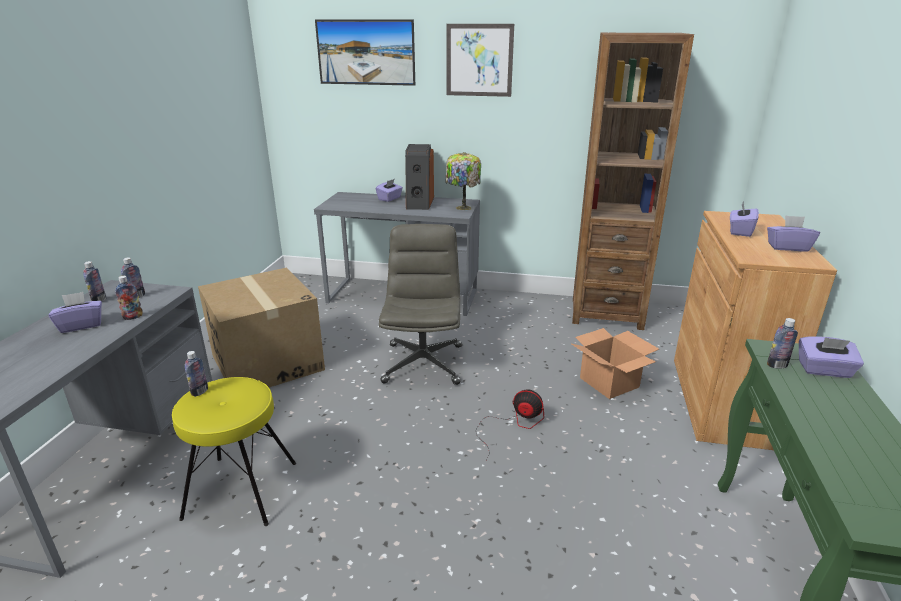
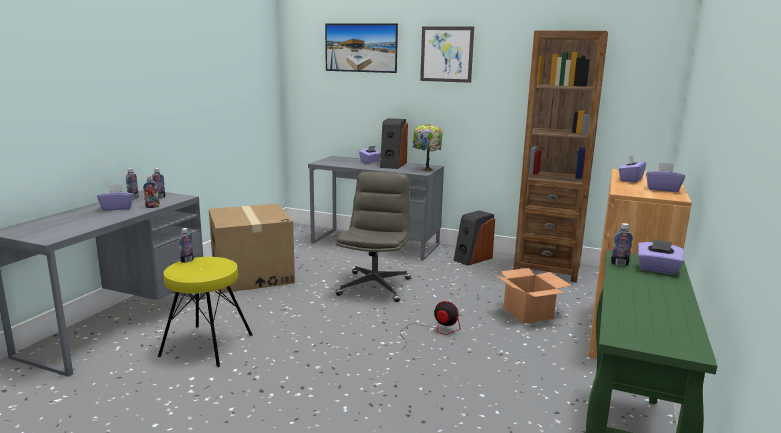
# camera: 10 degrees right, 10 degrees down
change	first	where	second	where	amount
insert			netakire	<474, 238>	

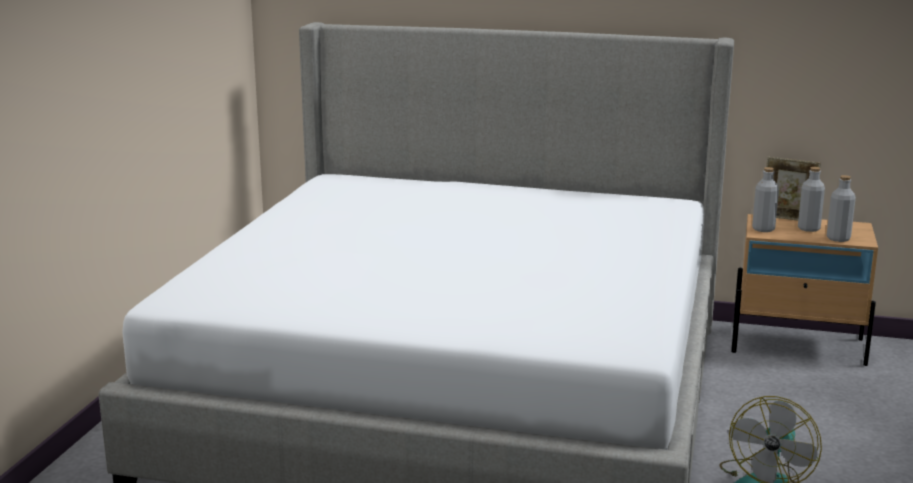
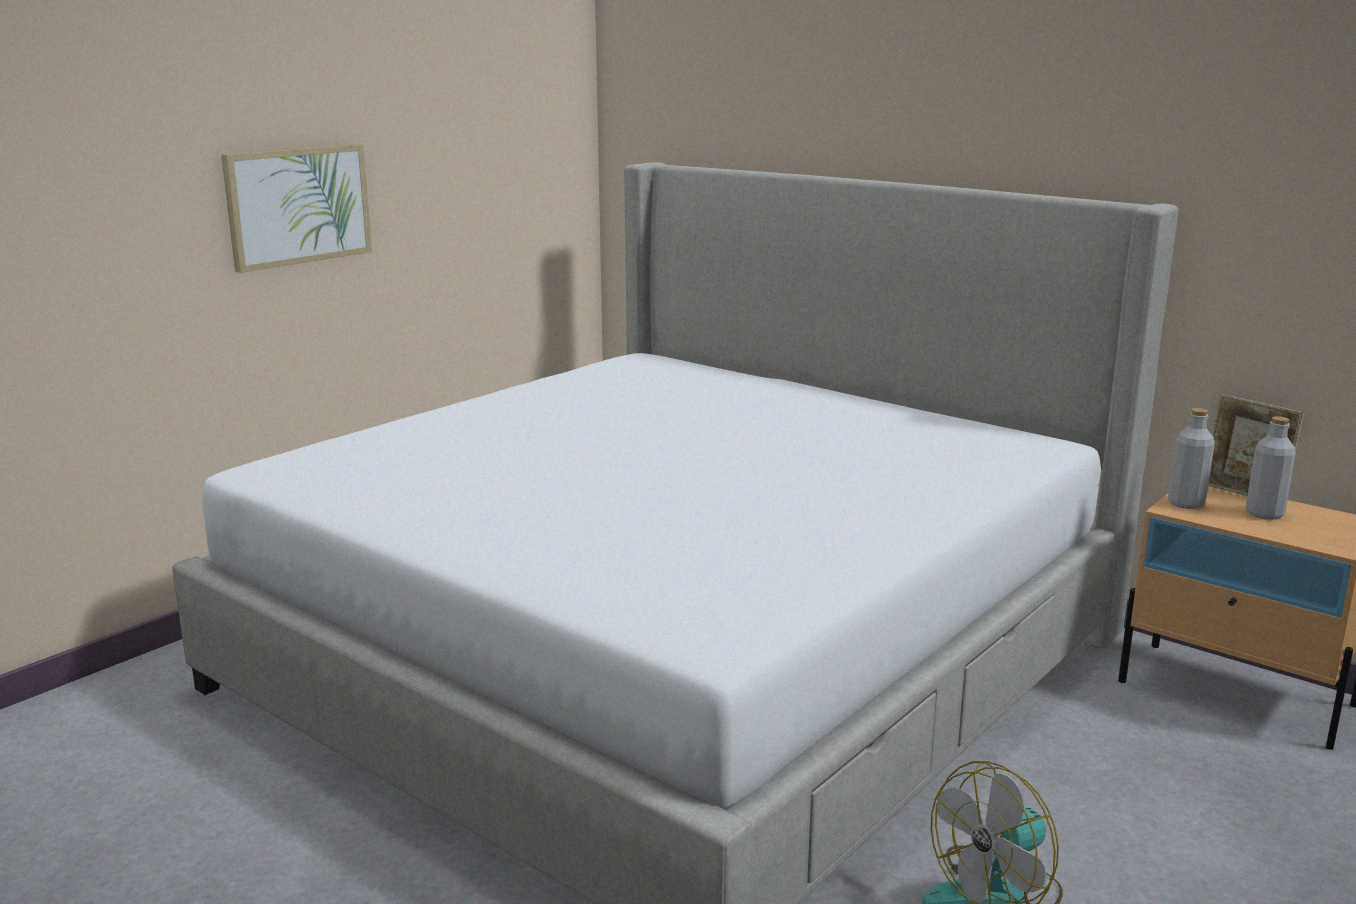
# camera: 25 degrees right, 0 degrees up
change	first	where	second	where	amount
delete	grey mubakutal	<841, 208>			
insert			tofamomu	<296, 208>	

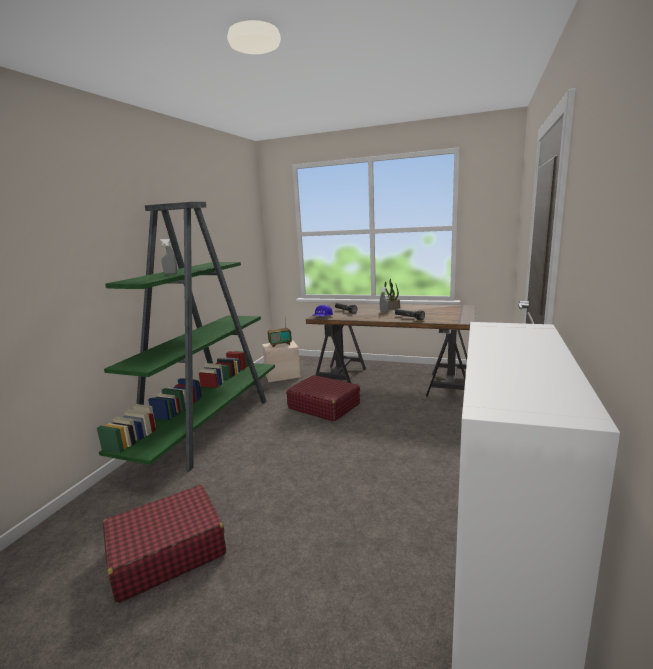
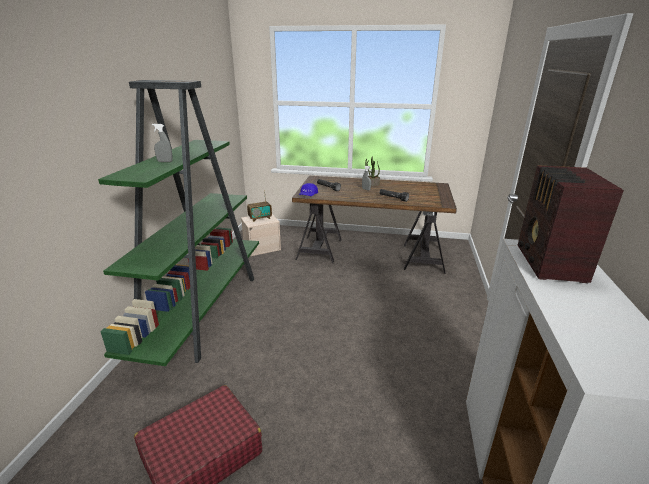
# camera: 10 degrees left, 10 degrees up
change	first	where	second	where	amount
delete	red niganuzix	<323, 398>			
insert			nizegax	<571, 224>	

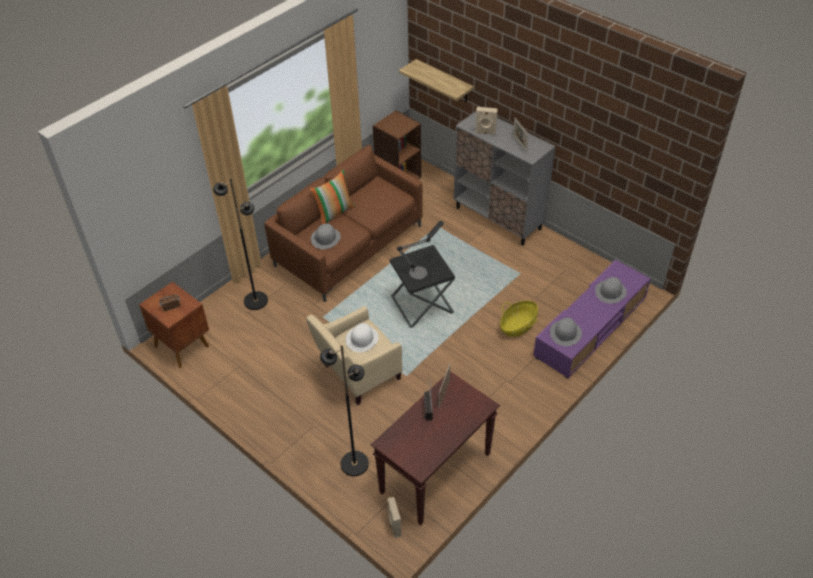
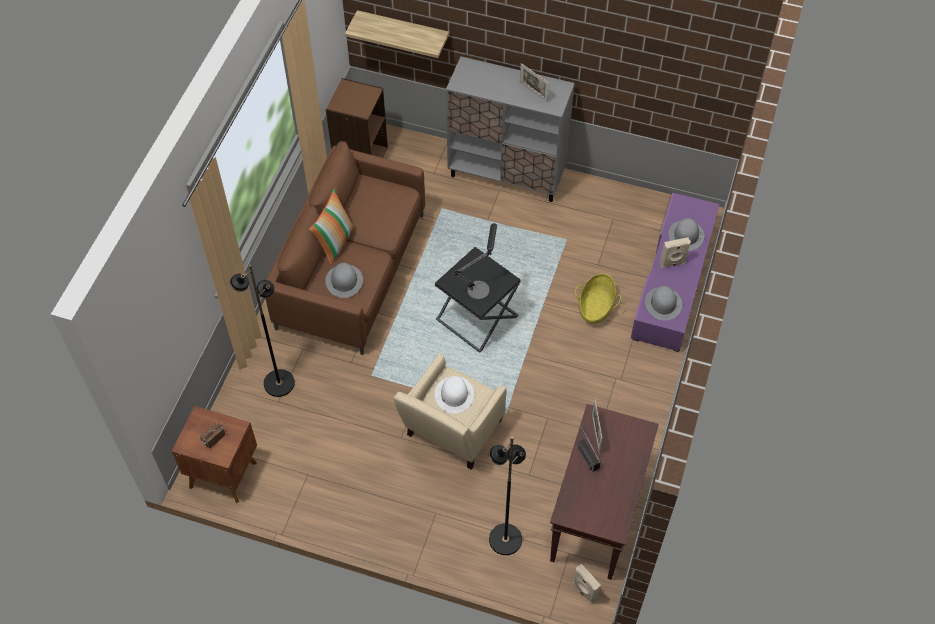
# camera: 25 degrees left, 10 degrees up
change	first	where	second	where	amount
move	beige netakire	<486, 121>		<675, 252>	

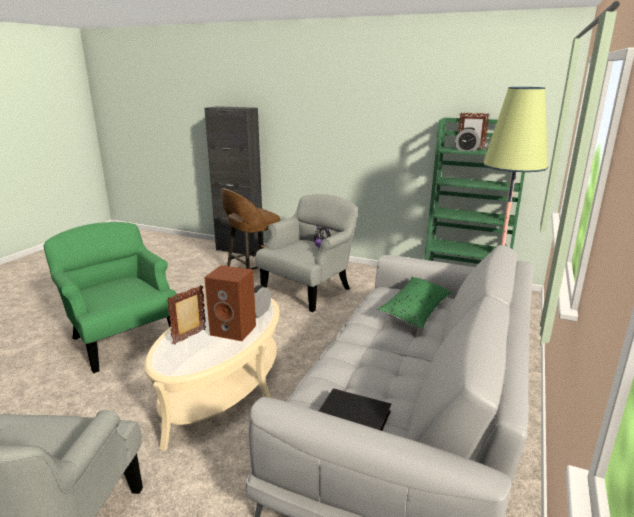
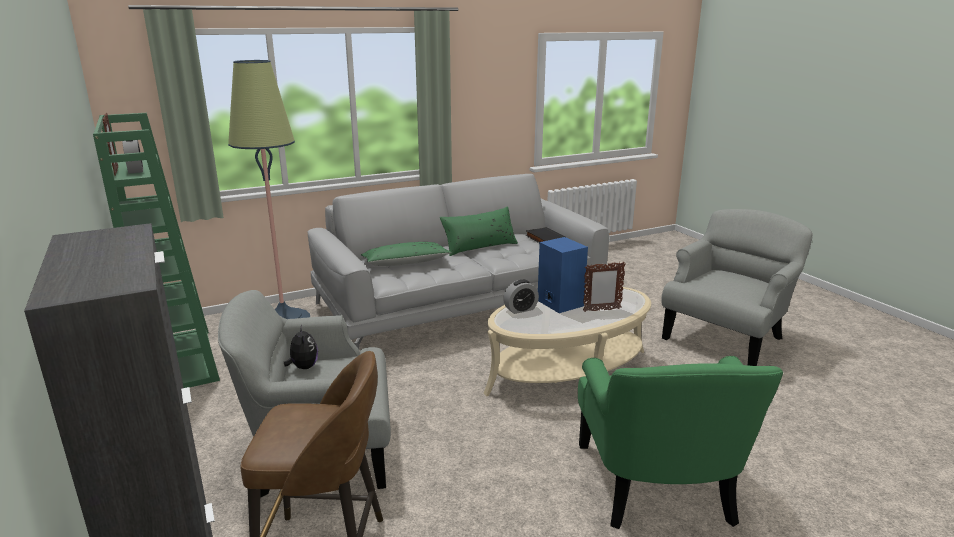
# camera: 140 degrees left, 0 degrees up
change	first	where	second	where	amount
recolor	brown netakire	<230, 303>	blue netakire	<563, 275>	
insert			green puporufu	<479, 231>	

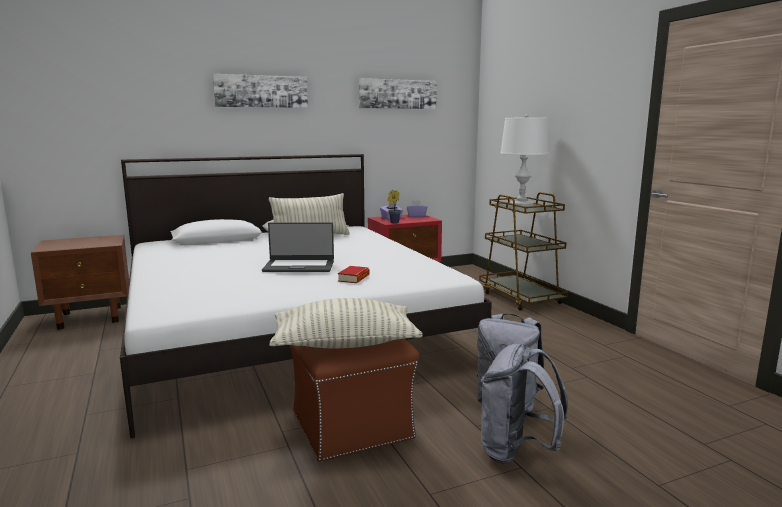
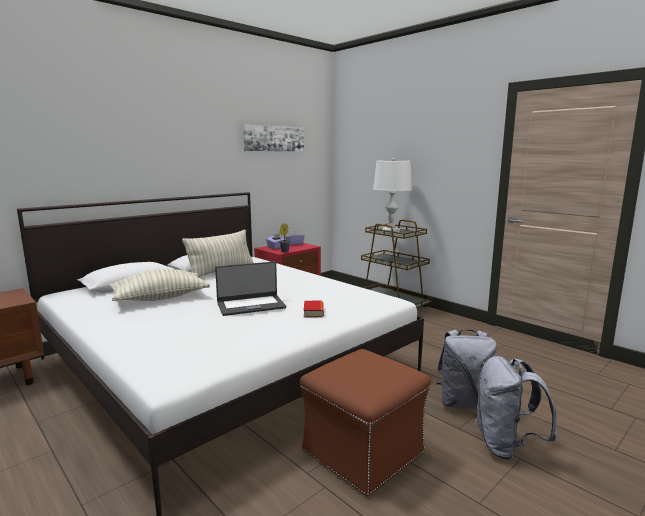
# camera: 20 degrees left, 0 degrees up
change	first	where	second	where	amount
delete	tofamomu	<260, 91>			
move	puporufu	<346, 323>		<159, 285>	

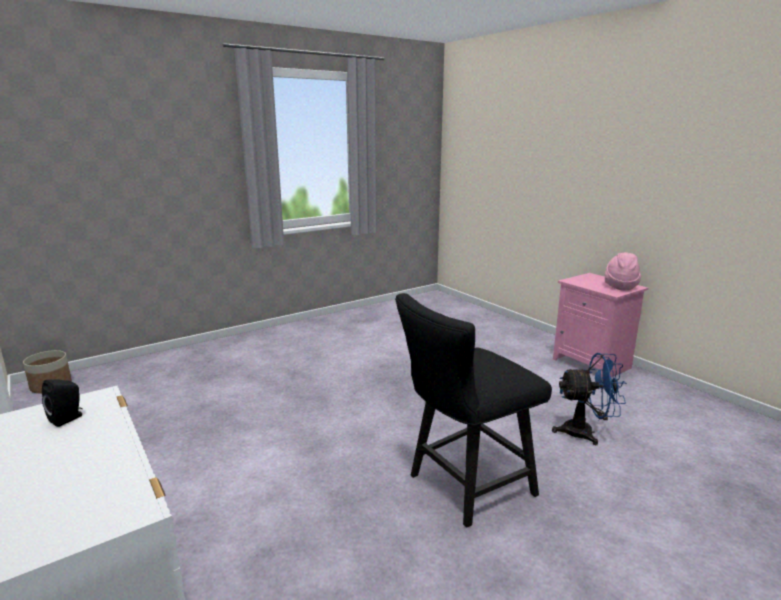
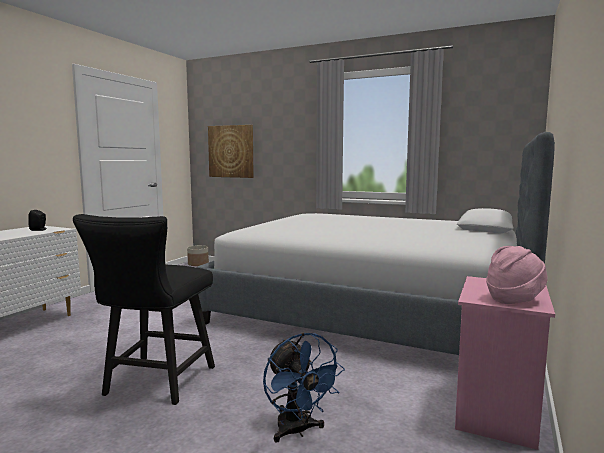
# camera: 60 degrees right, 10 degrees down
change	first	where	second	where	amount
rotate	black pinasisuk	<473, 410>		<144, 309>	105 degrees counterclockwise
insert			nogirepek	<376, 243>	
insert			tofamomu	<231, 151>	

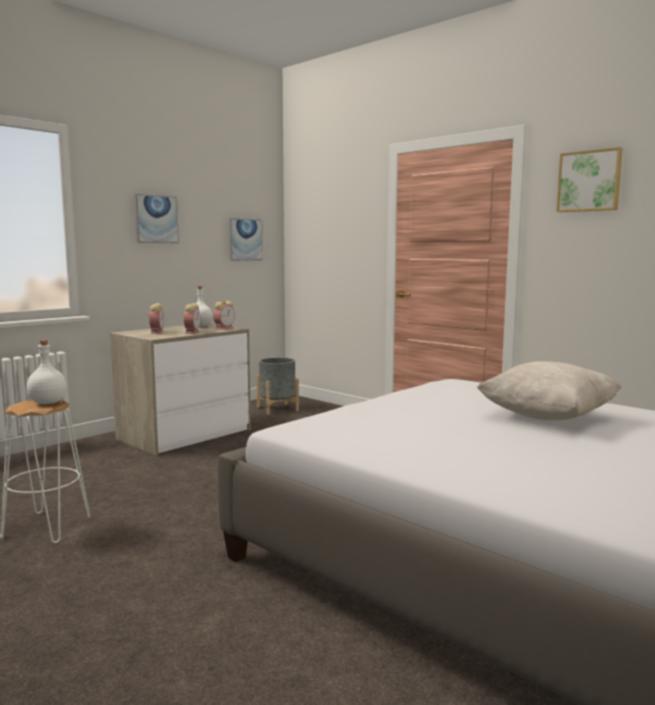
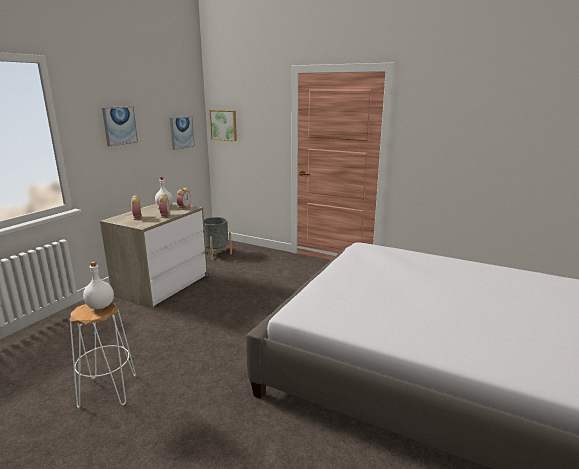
# camera: 15 degrees left, 10 degrees up
change	first	where	second	where	amount
delete	beige puporufu	<549, 391>			
move	tofamomu	<590, 179>		<223, 125>	

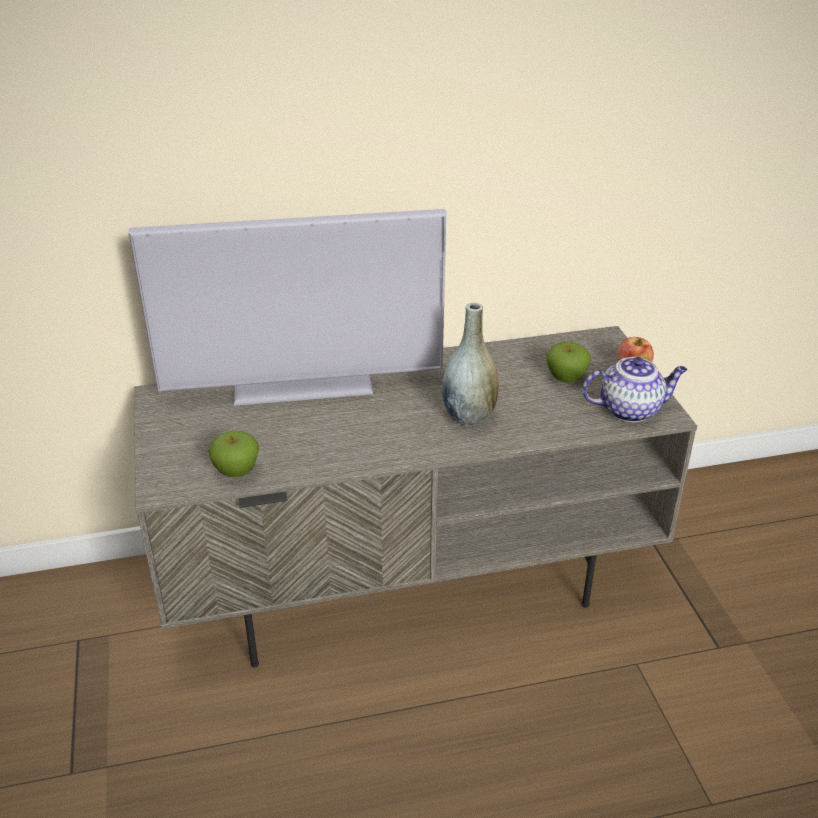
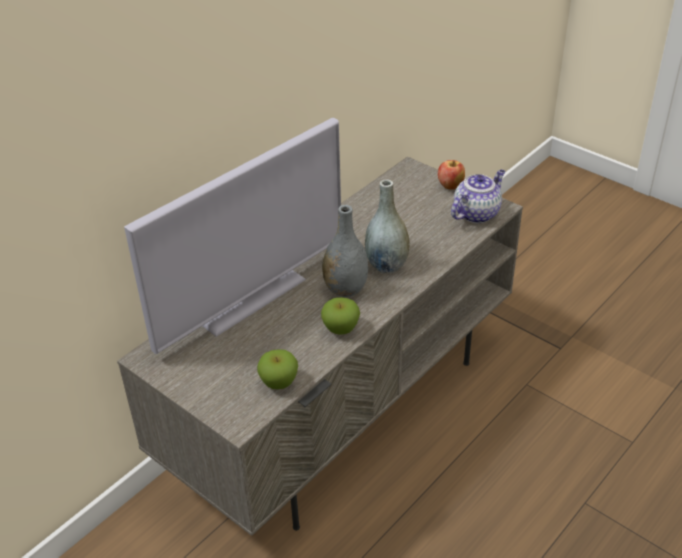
# camera: 35 degrees left, 5 degrees up
change	first	where	second	where	amount
move	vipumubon	<568, 362>		<340, 316>	
insert			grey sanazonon	<345, 251>	

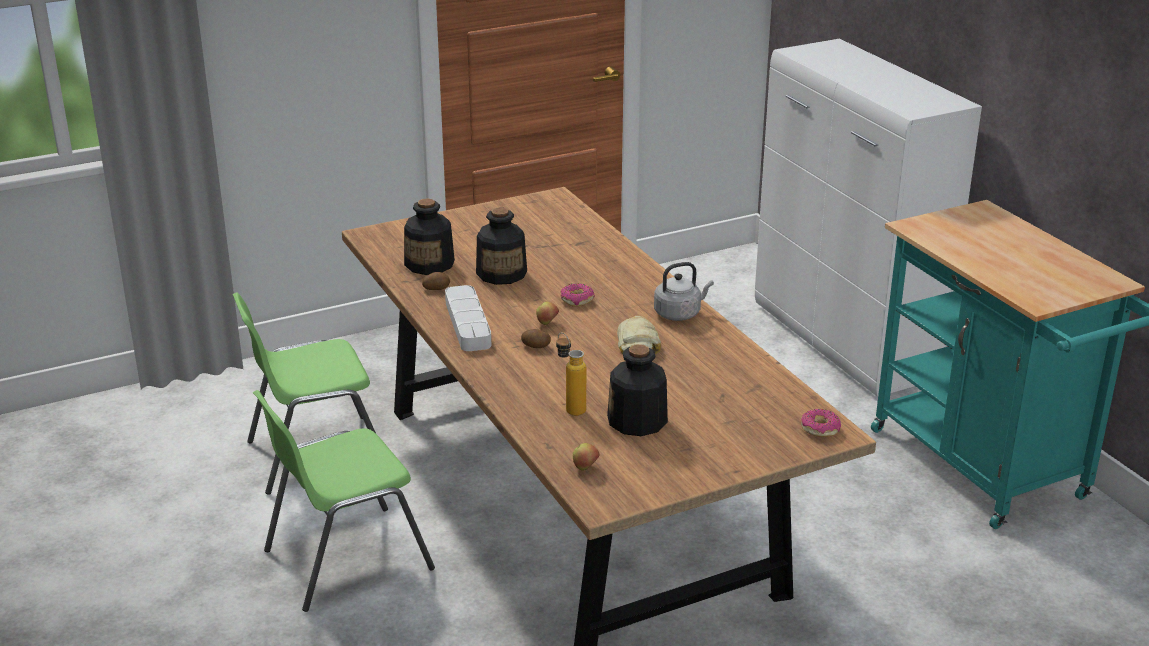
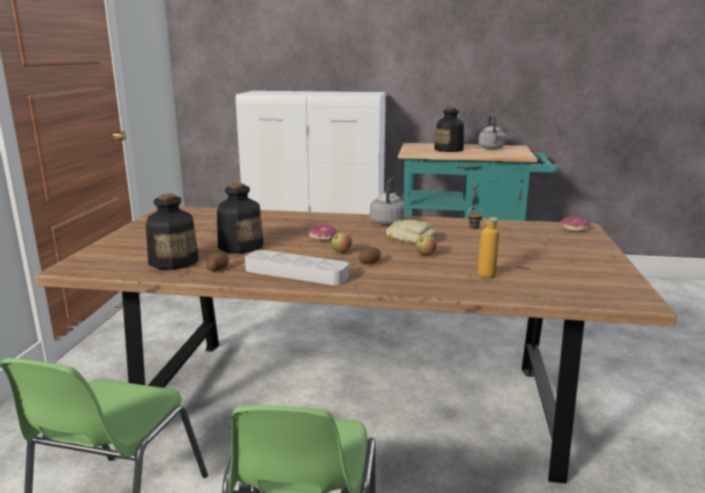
# camera: 55 degrees left, 10 degrees down
change	first	where	second	where	amount
move	vipumubon	<586, 457>		<426, 245>	
move	mubakutal	<637, 390>		<449, 130>	
insert			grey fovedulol	<492, 132>	

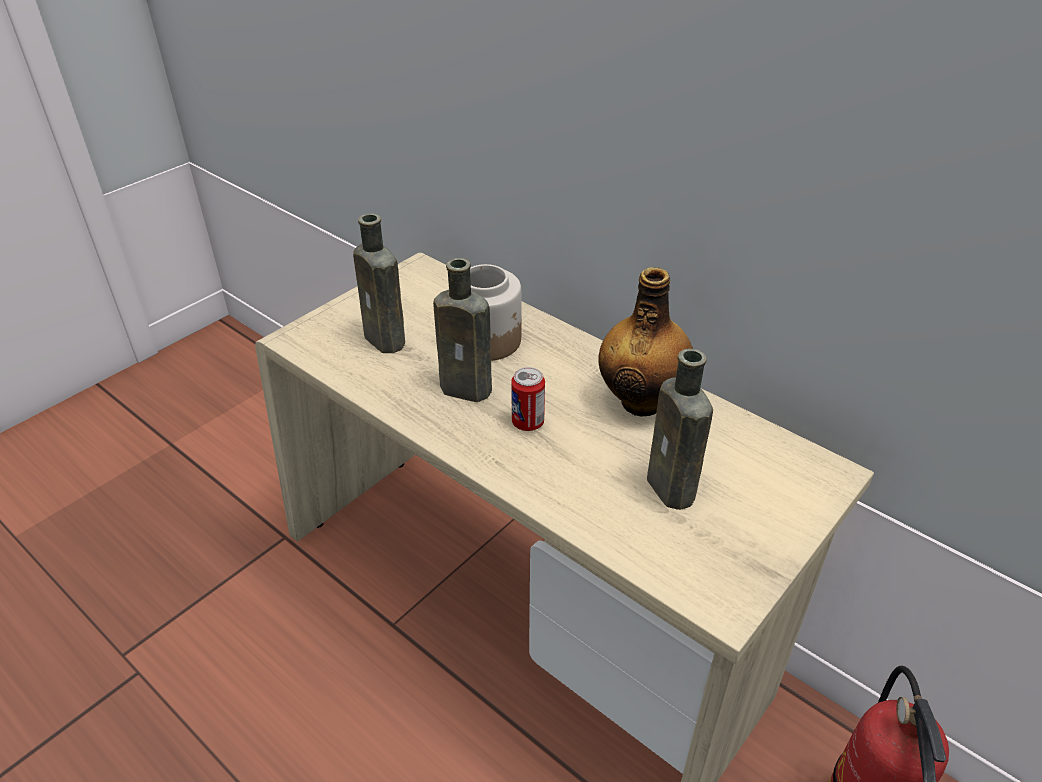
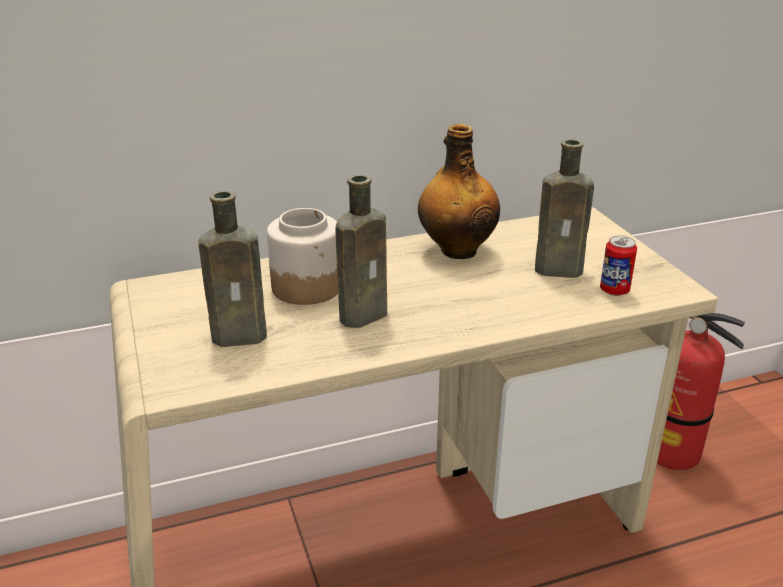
# camera: 60 degrees left, 10 degrees down
change	first	where	second	where	amount
move	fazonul	<528, 399>		<618, 265>	

